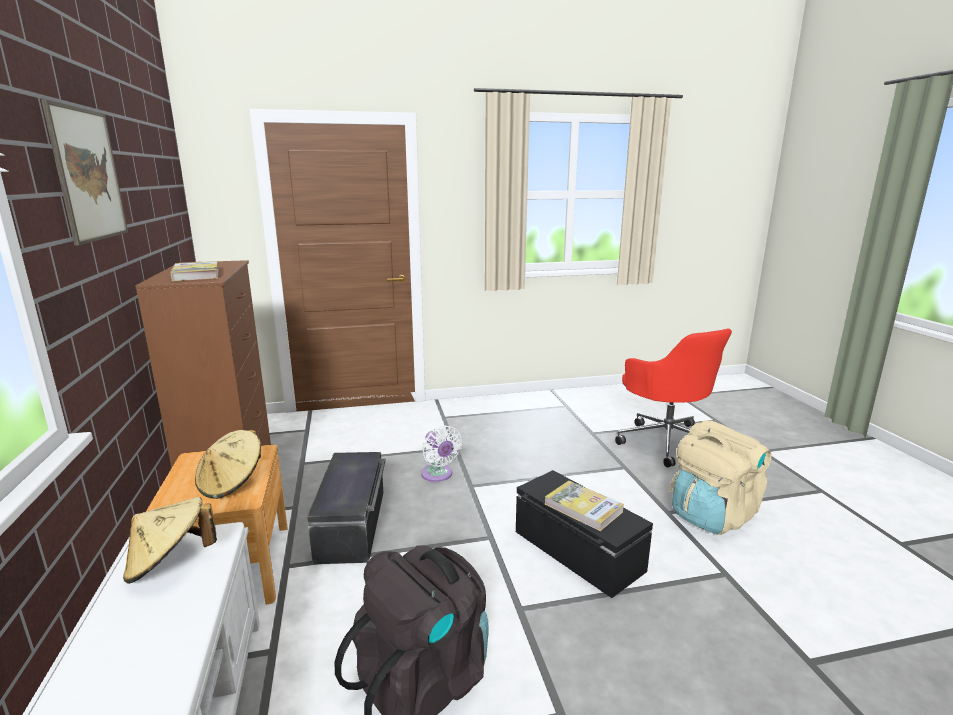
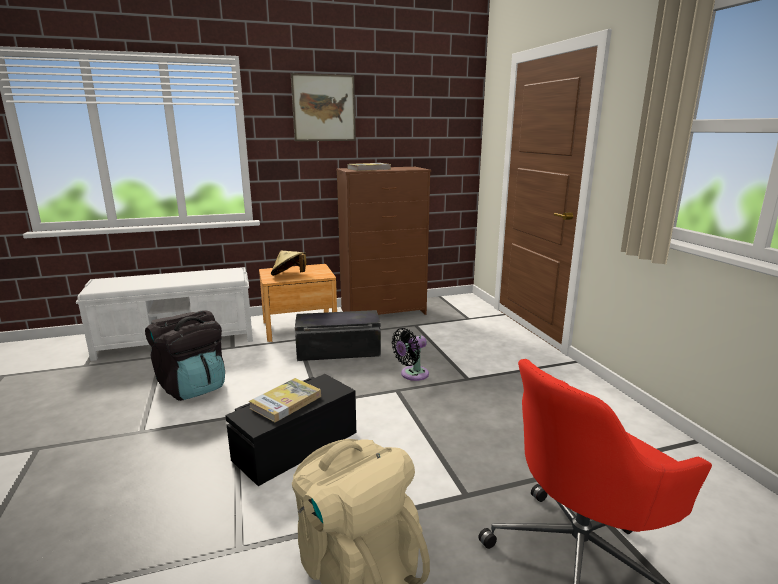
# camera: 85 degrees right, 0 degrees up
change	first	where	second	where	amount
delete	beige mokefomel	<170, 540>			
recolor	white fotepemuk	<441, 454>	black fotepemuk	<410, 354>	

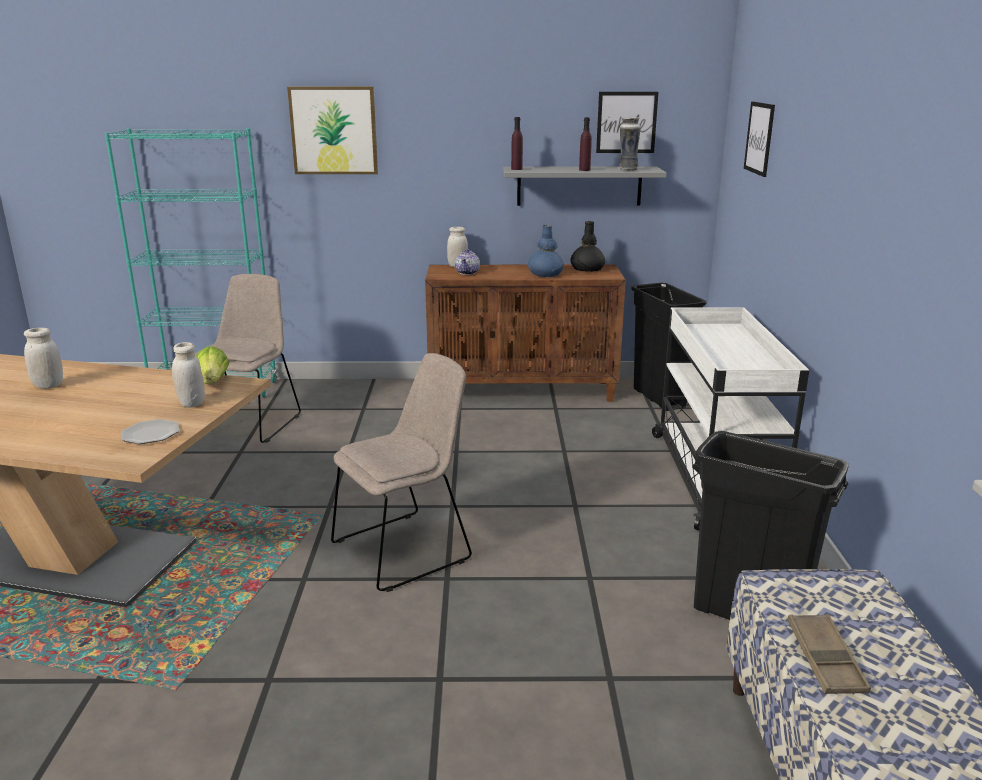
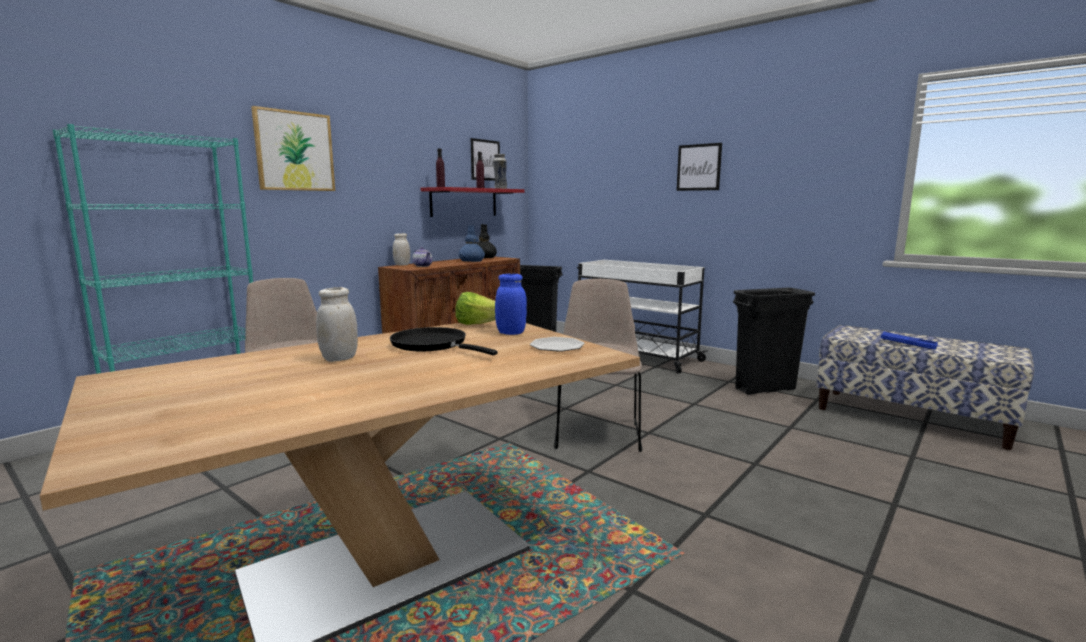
# camera: 50 degrees left, 10 degrees down
change	first	where	second	where	amount
recolor	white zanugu	<188, 374>	blue zanugu	<511, 304>	
recolor	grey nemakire	<585, 186>	red nemakire	<472, 202>	
move	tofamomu	<759, 139>		<699, 167>	
recolor	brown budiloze	<829, 654>	blue budiloze	<909, 341>	
insert			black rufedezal	<444, 341>	

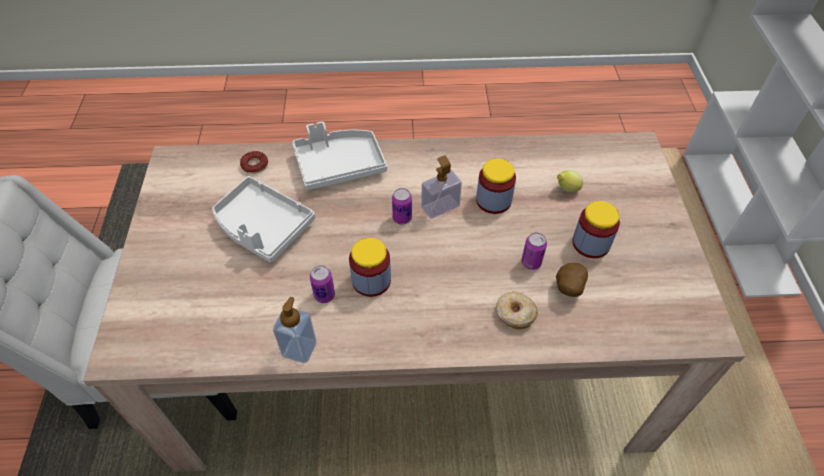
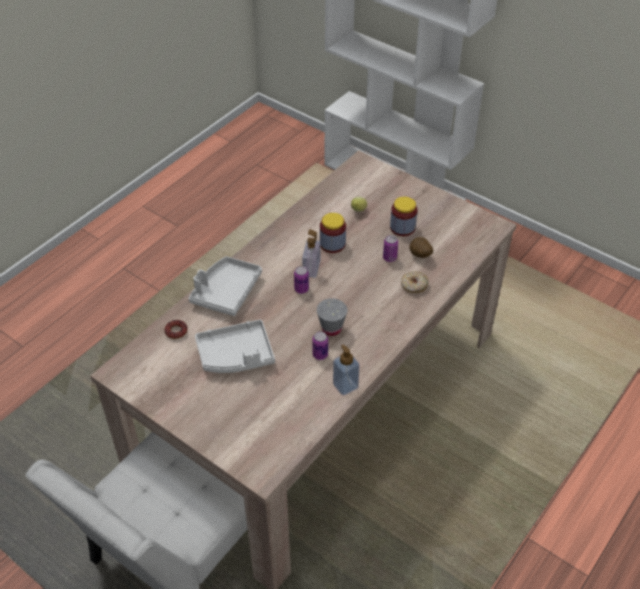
# camera: 50 degrees left, 5 degrees down
change	first	where	second	where	amount
replace	zanugu	<370, 267>	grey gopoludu	<332, 317>	

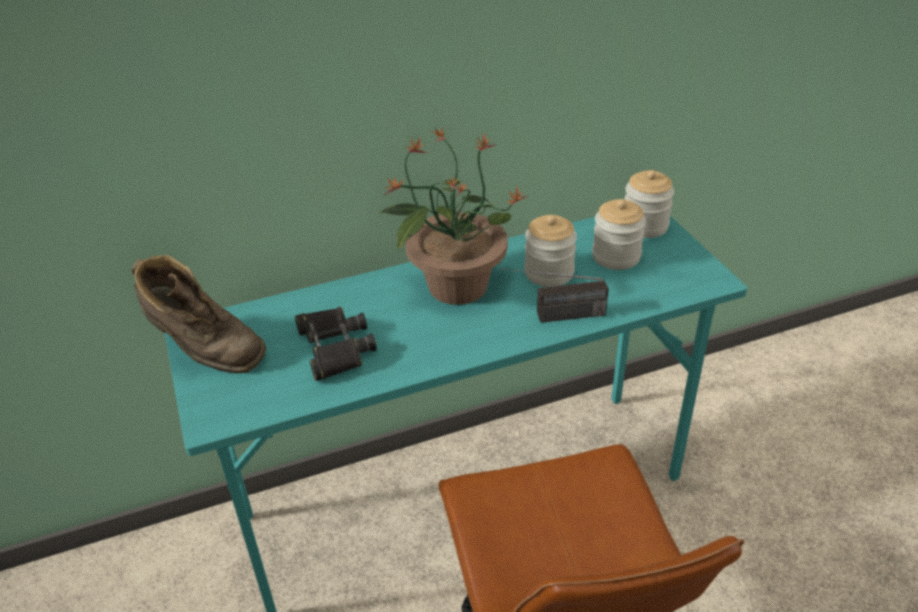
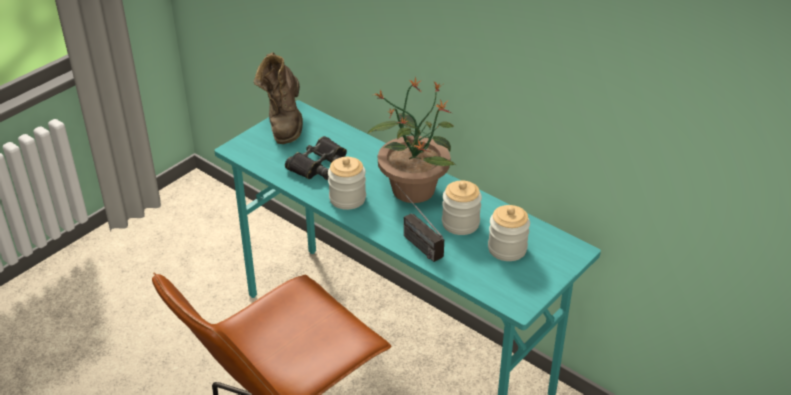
# camera: 60 degrees right, 0 degrees up
change	first	where	second	where	amount
move	zanugu	<649, 204>		<347, 183>	

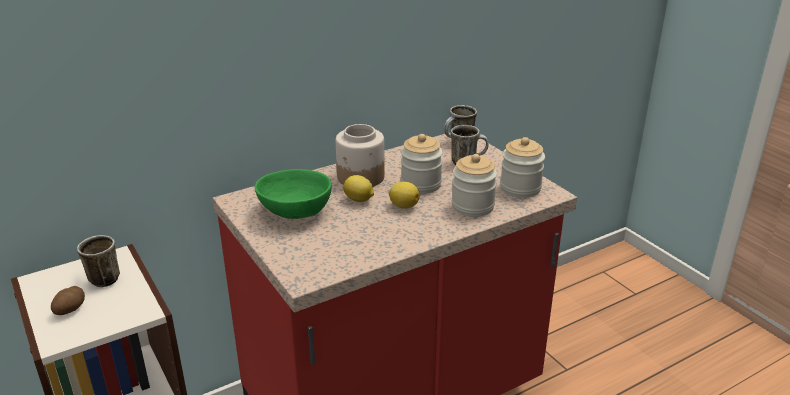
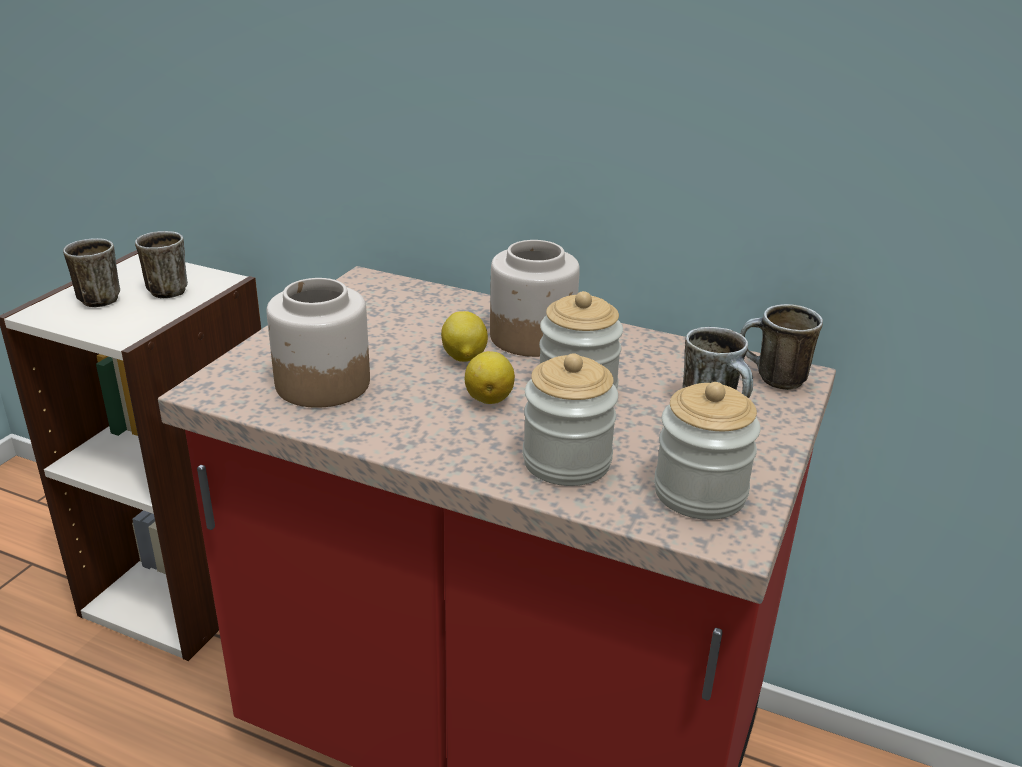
# camera: 55 degrees right, 0 degrees up
change	first	where	second	where	amount
replace	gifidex	<68, 300>	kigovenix	<91, 273>	
delete	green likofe	<293, 194>			
insert			zanugu	<318, 343>	

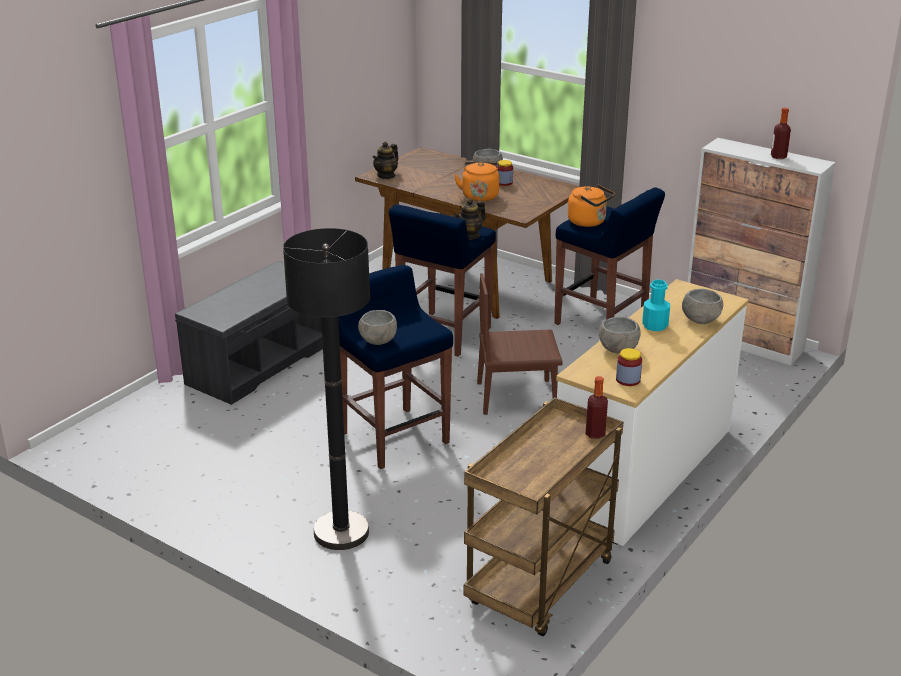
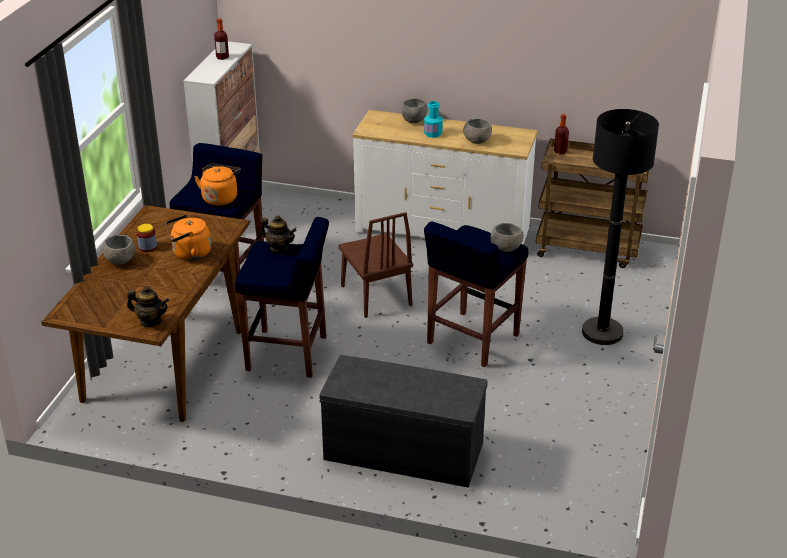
# camera: 110 degrees left, 5 degrees up
change	first	where	second	where	amount
delete	zanugu	<629, 367>			

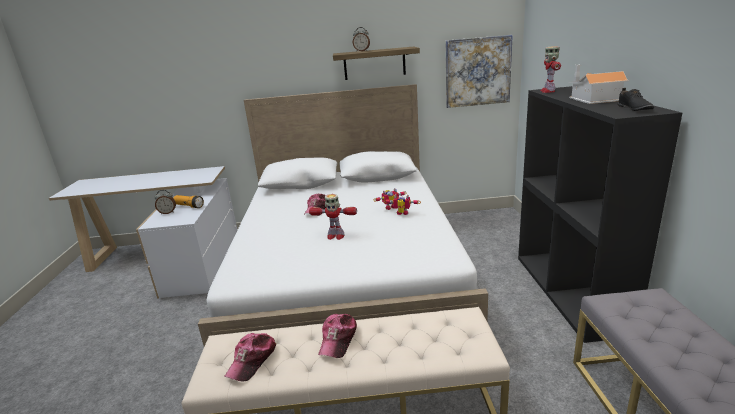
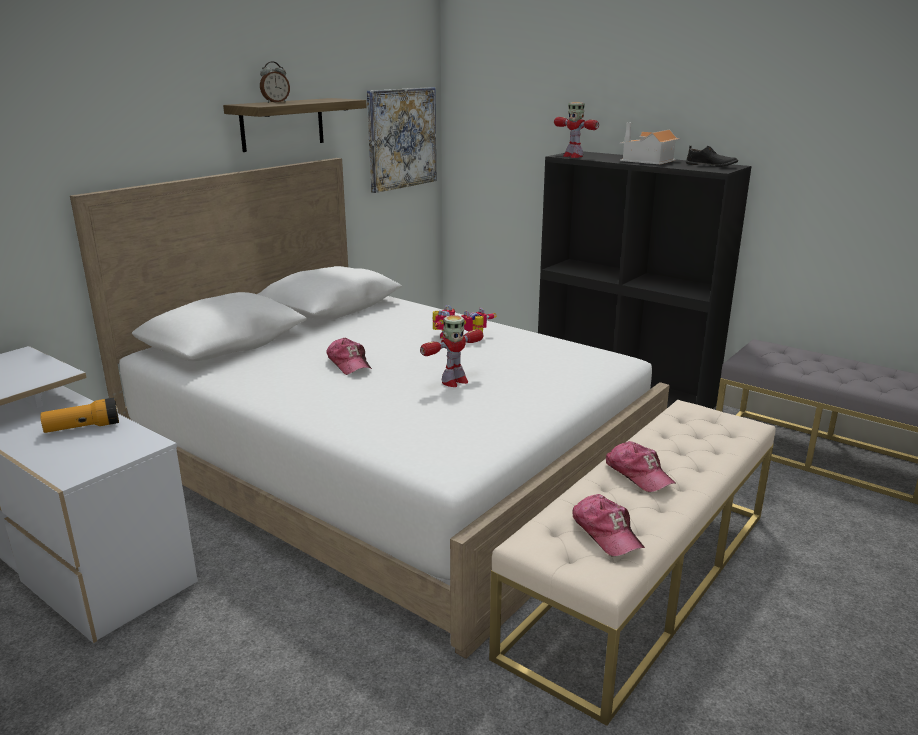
# camera: 50 degrees left, 0 degrees up
change	first	where	second	where	amount
delete	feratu	<165, 202>			

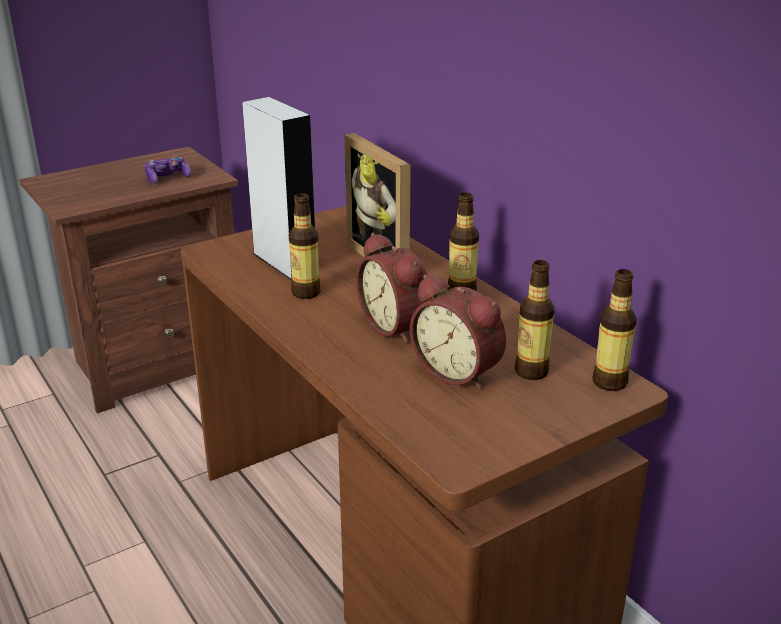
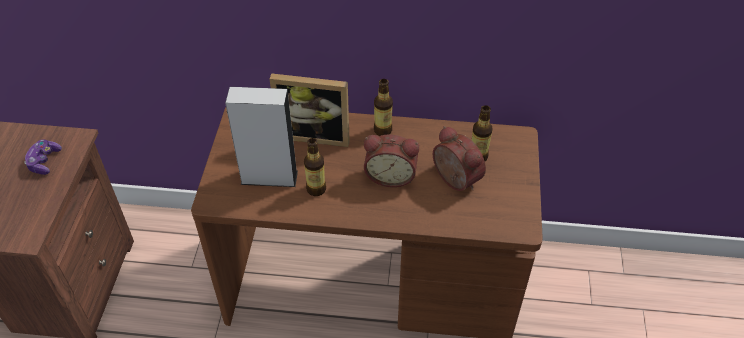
# camera: 50 degrees left, 20 degrees up
change	first	where	second	where	amount
rotate	feratu	<458, 332>		<459, 158>	120 degrees counterclockwise
delete	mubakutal	<614, 330>			

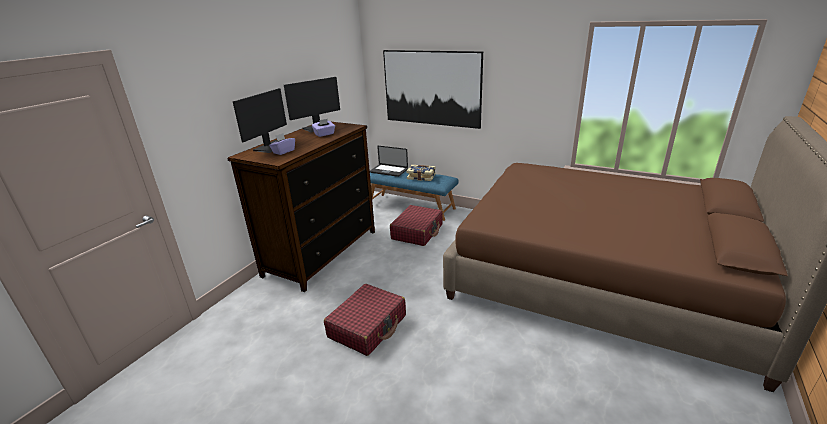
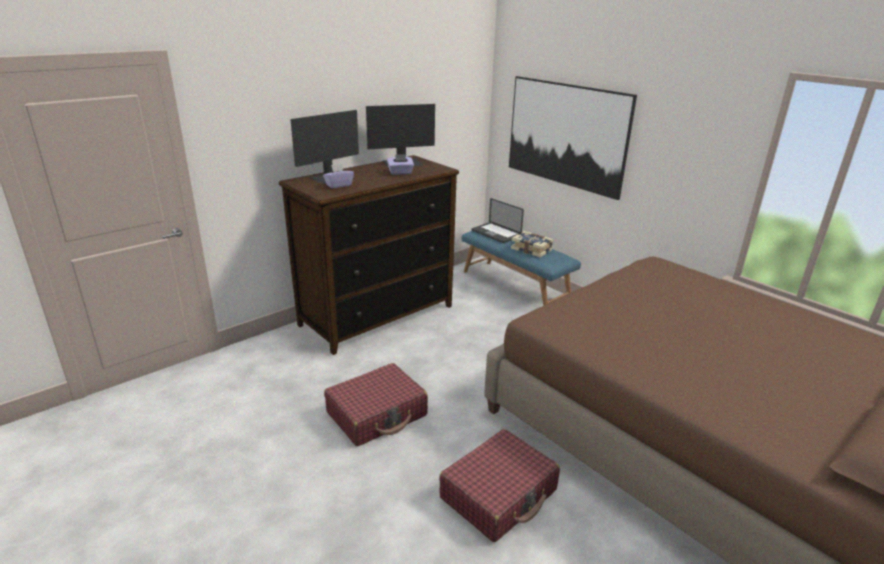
# camera: 20 degrees right, 0 degrees up
change	first	where	second	where	amount
move	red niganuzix	<416, 225>		<499, 485>	

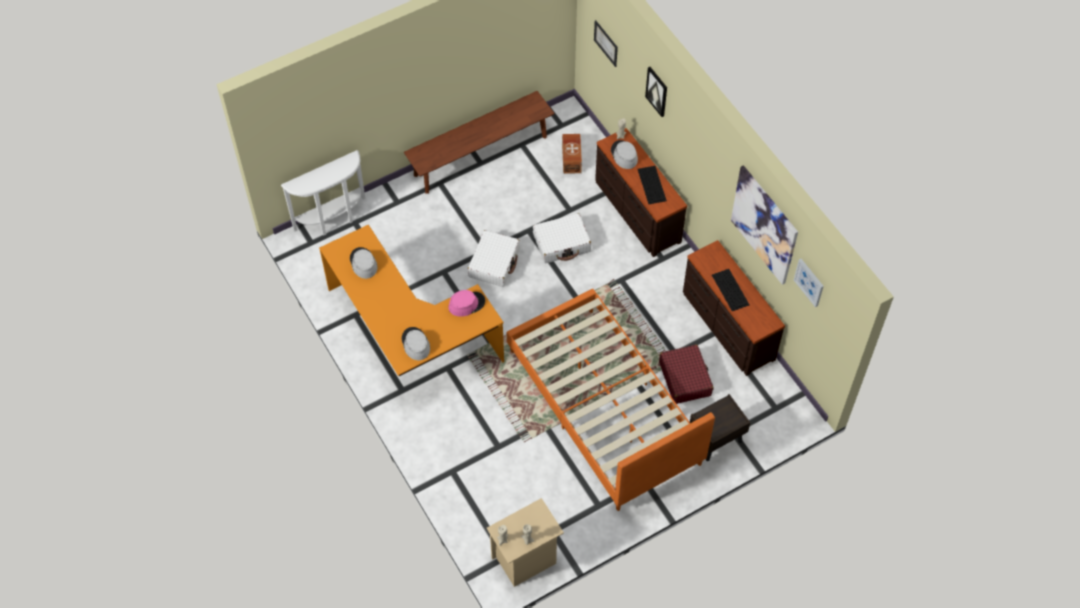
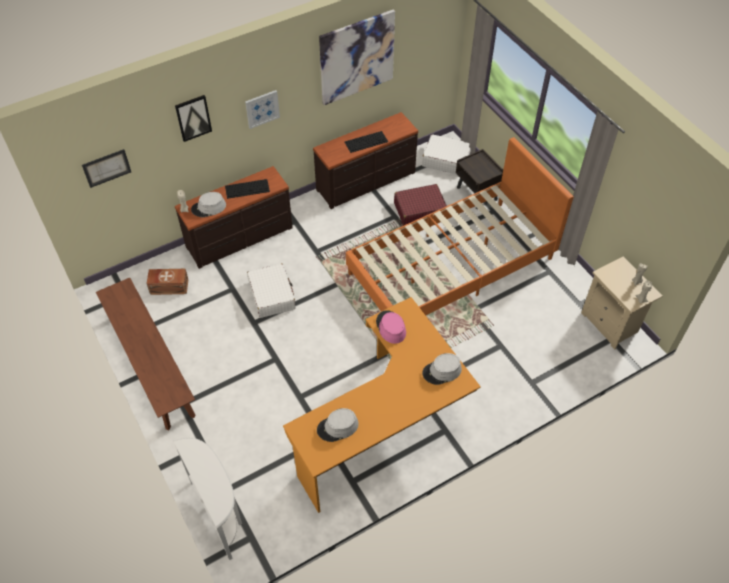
# camera: 90 degrees left, 5 degrees down
change	first	where	second	where	amount
move	white niganuzix	<494, 258>		<446, 154>	
move	tofamomu	<809, 283>		<262, 109>	

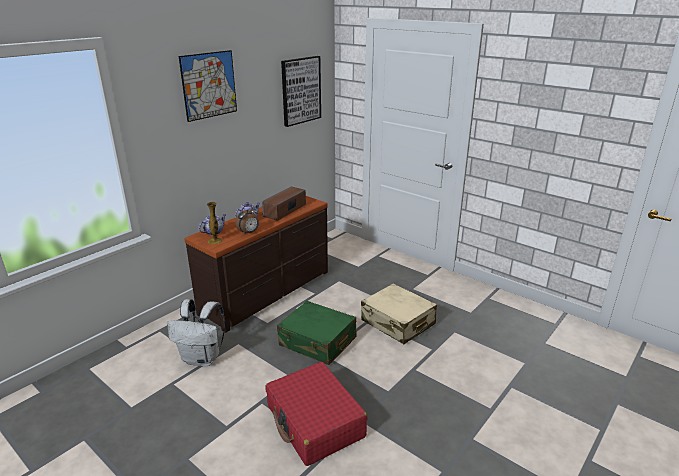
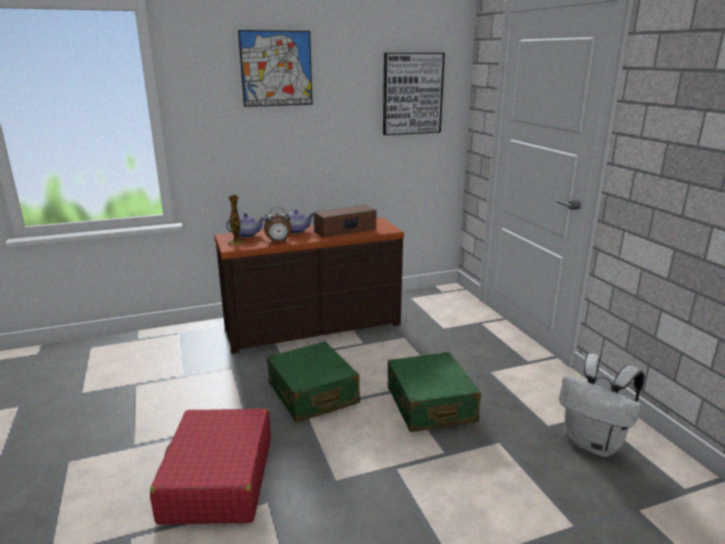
# camera: 30 degrees right, 5 degrees down
change	first	where	second	where	amount
move	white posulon	<196, 332>		<602, 405>	
recolor	beige niganuzix	<399, 313>	green niganuzix	<434, 392>	

